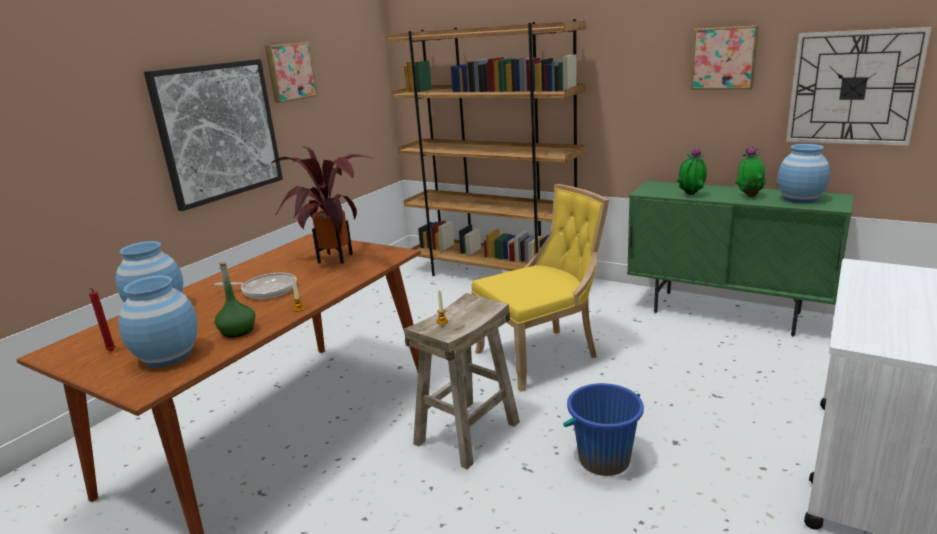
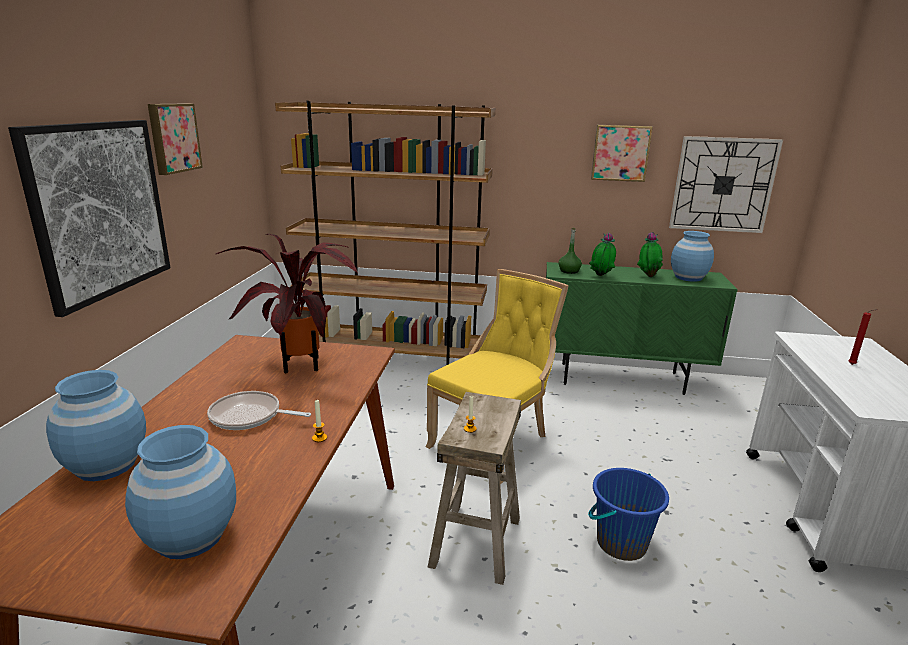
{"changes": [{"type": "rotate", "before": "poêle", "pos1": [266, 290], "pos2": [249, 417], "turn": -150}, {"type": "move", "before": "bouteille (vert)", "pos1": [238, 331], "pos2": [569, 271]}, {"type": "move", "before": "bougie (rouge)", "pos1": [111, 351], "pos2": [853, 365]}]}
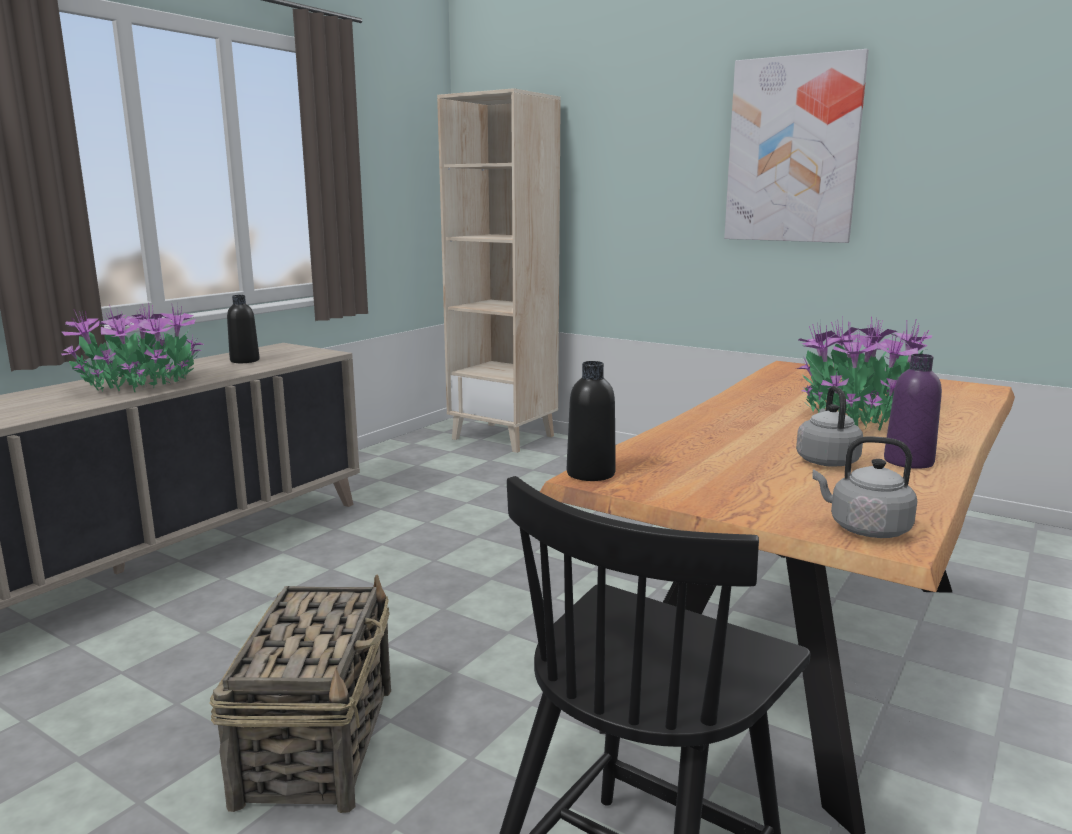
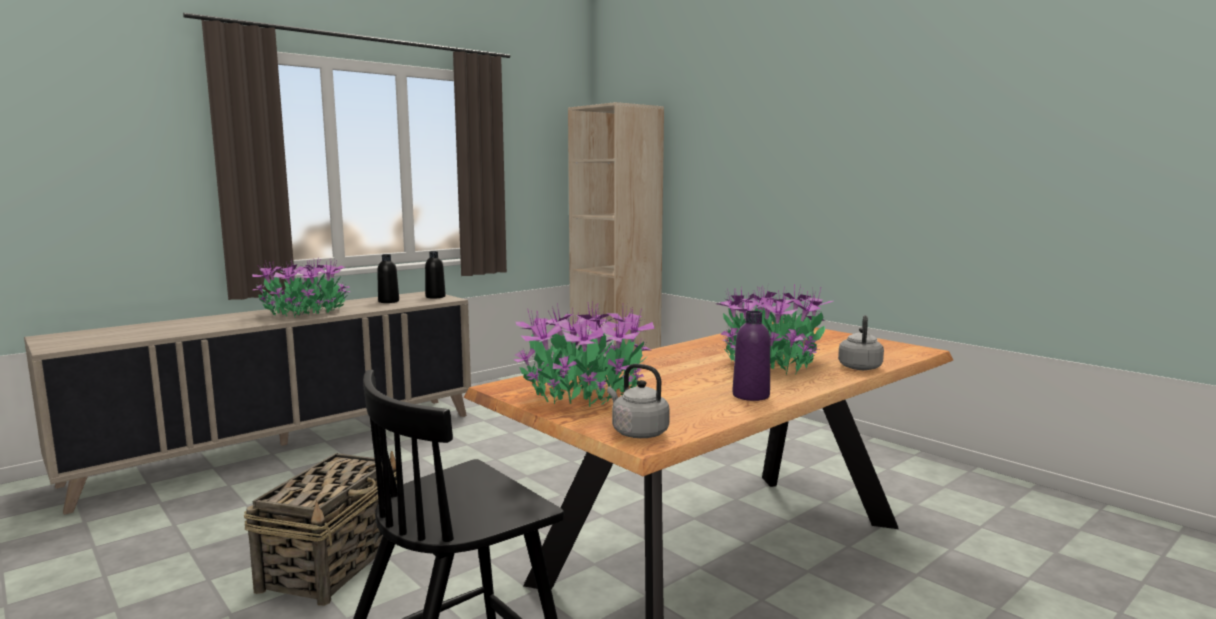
{"changes": [{"type": "move", "before": "bouteille (noir)", "pos1": [590, 474], "pos2": [435, 297]}, {"type": "insert", "after": "plante en pot", "pos2": [587, 395]}, {"type": "move", "before": "bouilloire (gris)", "pos1": [826, 460], "pos2": [860, 367]}, {"type": "delete", "before": "tableau", "pos1": [792, 150]}]}
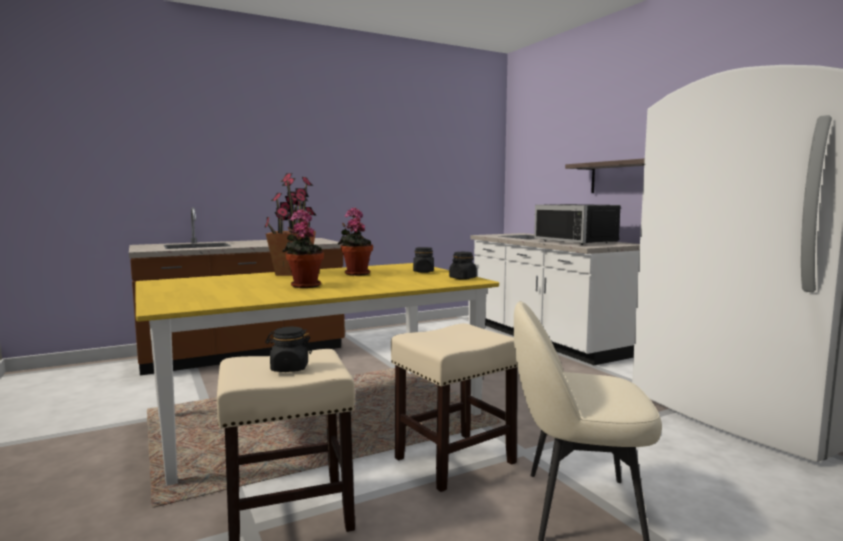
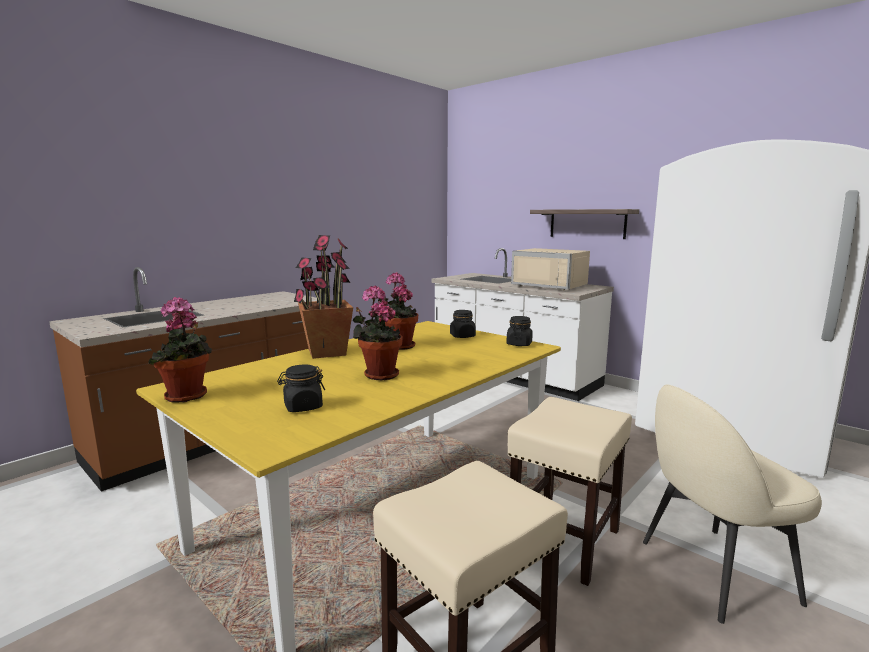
{"changes": [{"type": "insert", "after": "plante en pot", "pos2": [187, 397]}, {"type": "move", "before": "bocal (noir)", "pos1": [289, 368], "pos2": [303, 407]}, {"type": "recolor", "before": "micro-ondes (noir)", "after": "micro-ondes (beige)", "pos1": [579, 242], "pos2": [552, 285]}]}
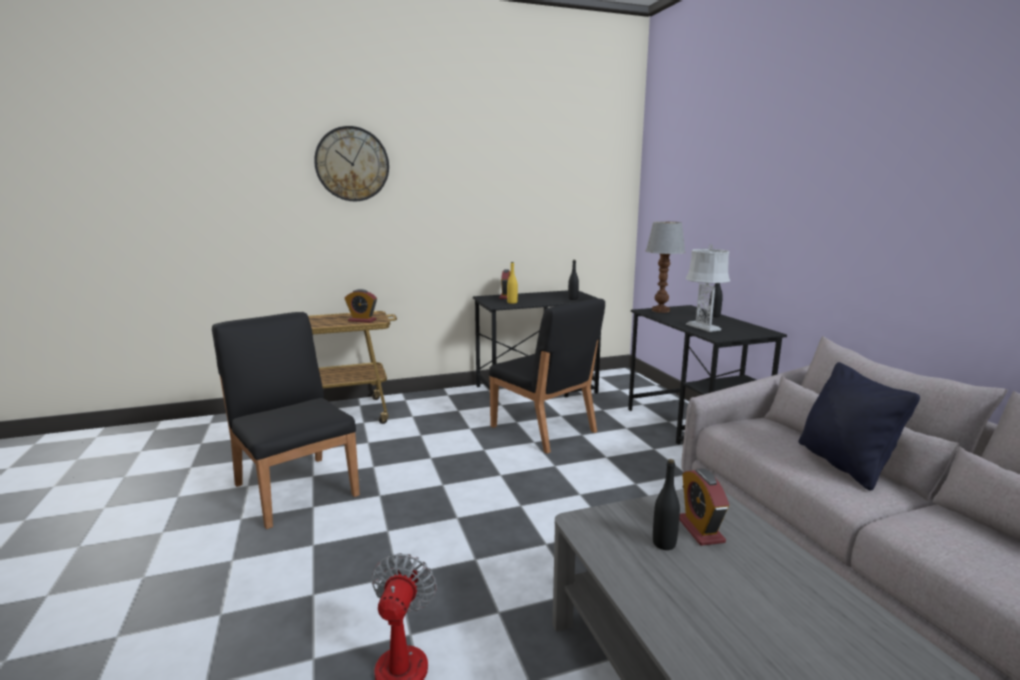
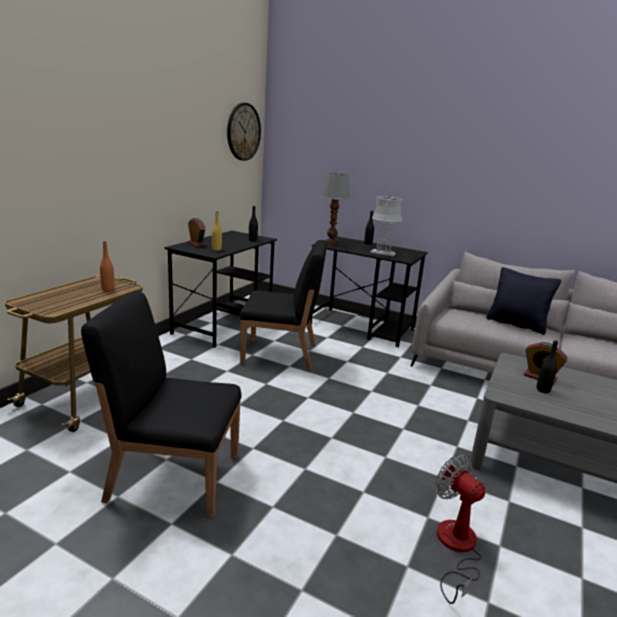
{"changes": [{"type": "replace", "before": "réveil", "after": "bouteille (orange)", "pos1": [362, 320], "pos2": [108, 289]}, {"type": "move", "before": "horloge murale", "pos1": [352, 164], "pos2": [243, 132]}]}
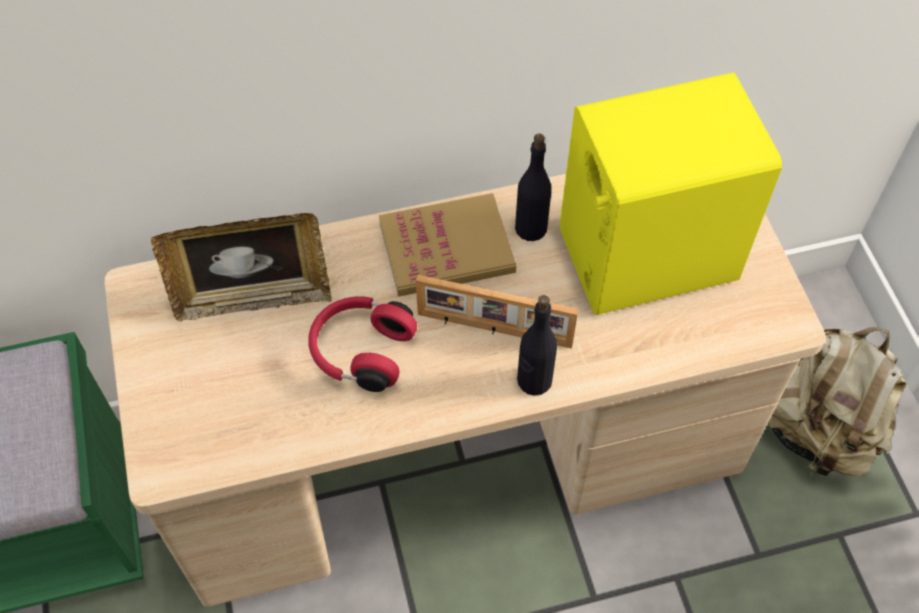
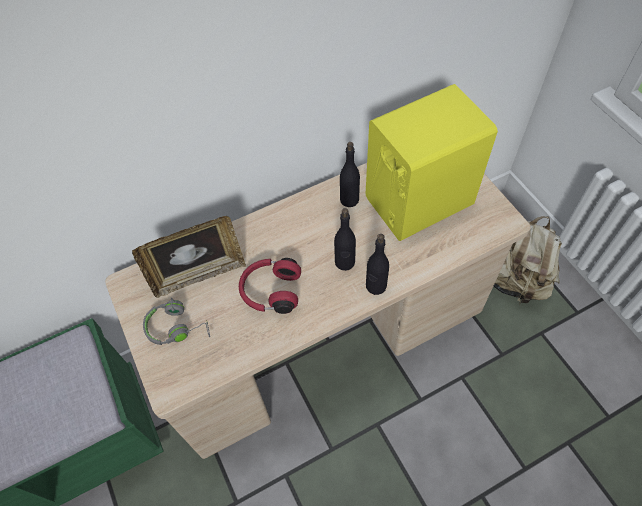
{"changes": [{"type": "insert", "after": "casque audio (gris)", "pos2": [177, 327]}, {"type": "replace", "before": "cadre photo", "after": "bouteille (noir)", "pos1": [494, 330], "pos2": [344, 262]}, {"type": "delete", "before": "livre", "pos1": [446, 248]}]}
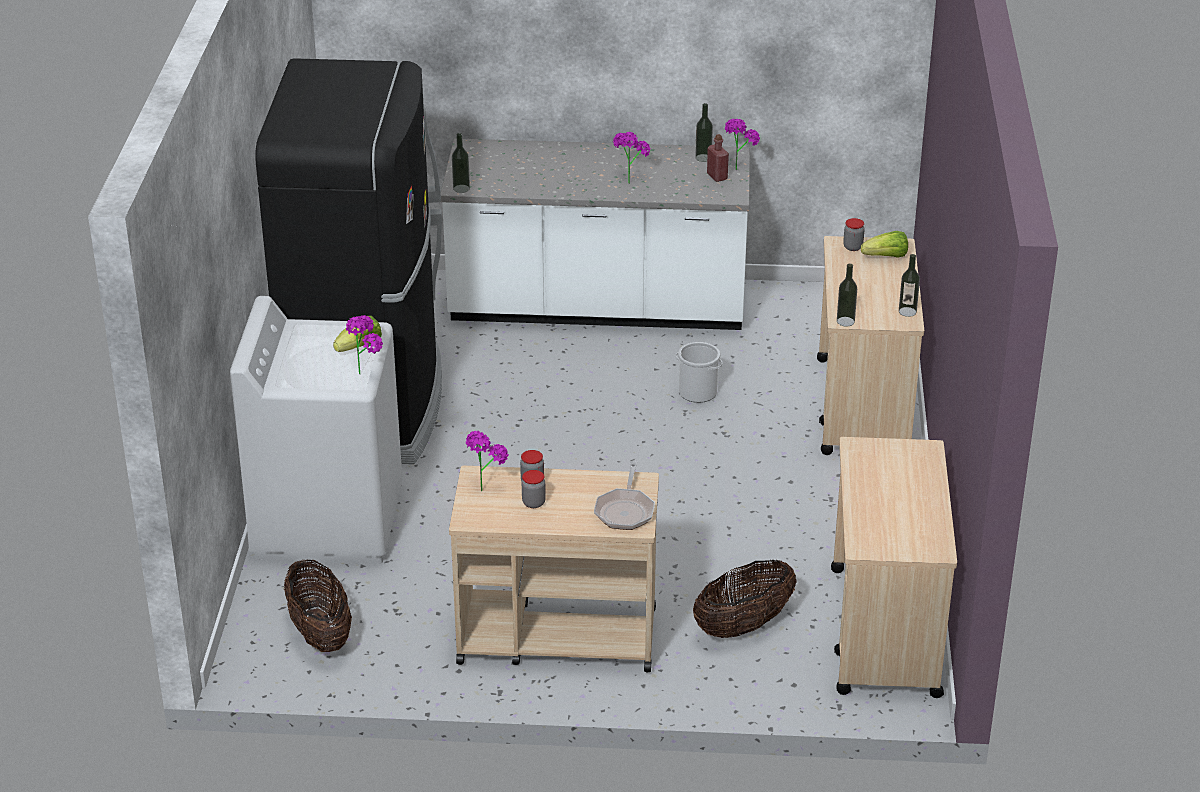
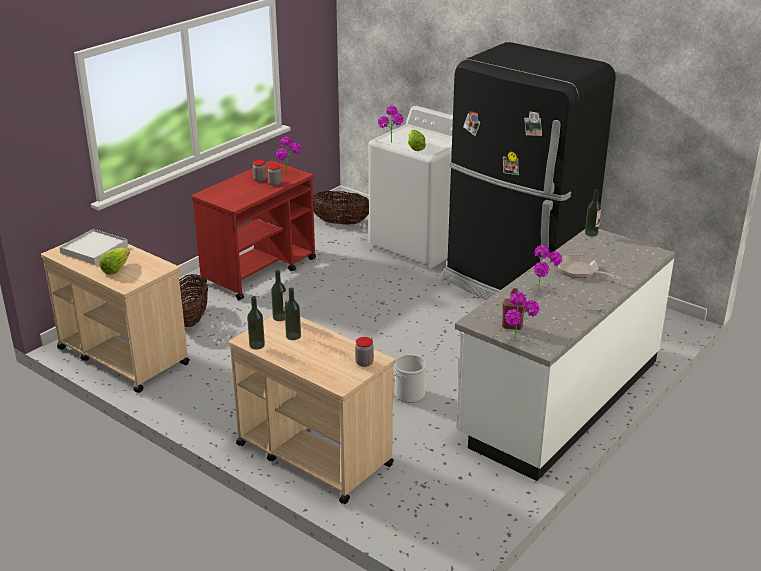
{"changes": [{"type": "insert", "after": "plateau (blanc)", "pos2": [94, 249]}, {"type": "move", "before": "laitue", "pos1": [886, 257], "pos2": [115, 269]}, {"type": "recolor", "before": "chariot (beige)", "after": "chariot (rouge)", "pos1": [555, 635], "pos2": [260, 270]}, {"type": "move", "before": "bouteille", "pos1": [703, 158], "pos2": [293, 336]}, {"type": "move", "before": "poêle", "pos1": [625, 510], "pos2": [580, 271]}]}
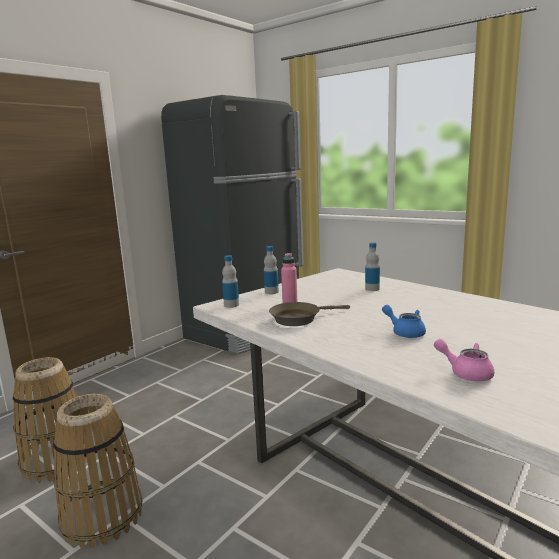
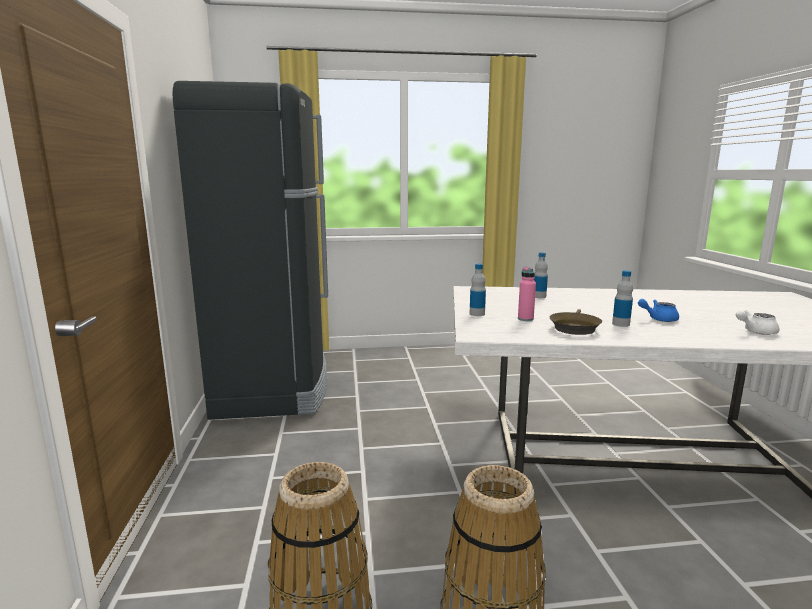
{"changes": [{"type": "move", "before": "bouteille", "pos1": [231, 305], "pos2": [620, 324]}, {"type": "recolor", "before": "théière (rose)", "after": "théière (blanc)", "pos1": [465, 373], "pos2": [755, 331]}]}
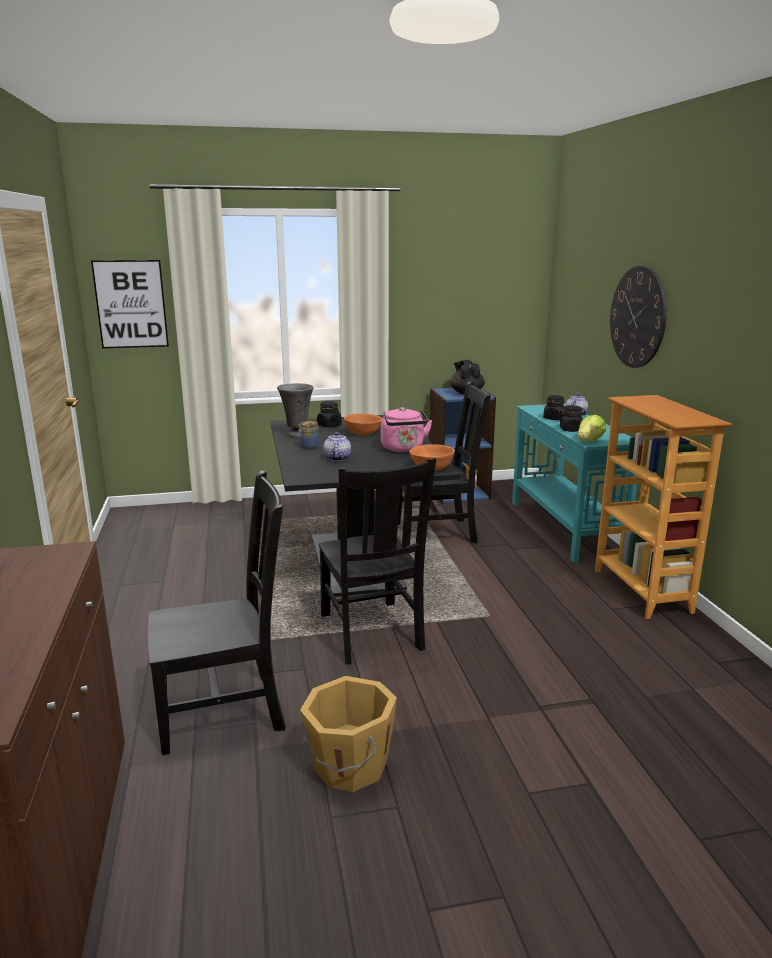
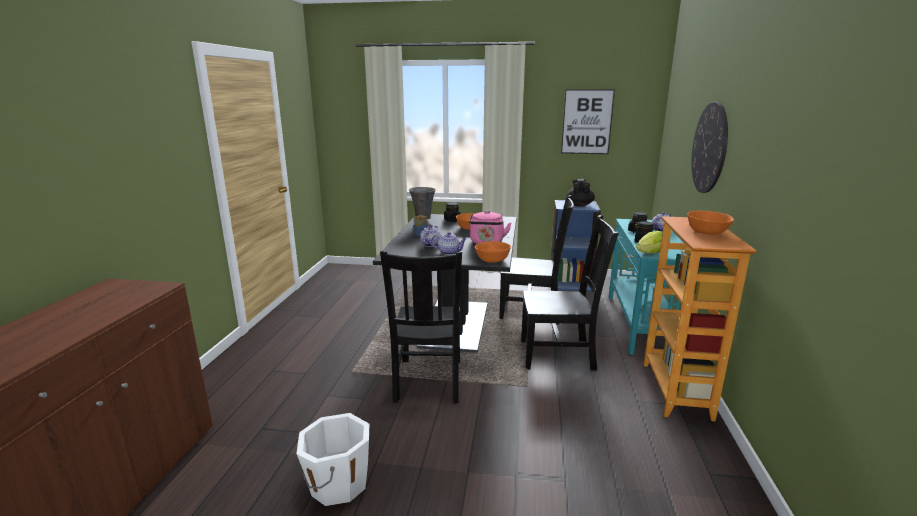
{"changes": [{"type": "recolor", "before": "seau (orange)", "after": "seau (blanc)", "pos1": [349, 766], "pos2": [337, 484]}, {"type": "insert", "after": "théière", "pos2": [449, 252]}, {"type": "move", "before": "chaise (noir)", "pos1": [226, 711], "pos2": [560, 355]}, {"type": "move", "before": "tableau", "pos1": [131, 304], "pos2": [587, 122]}, {"type": "insert", "after": "bol (orange)", "pos2": [707, 232]}]}
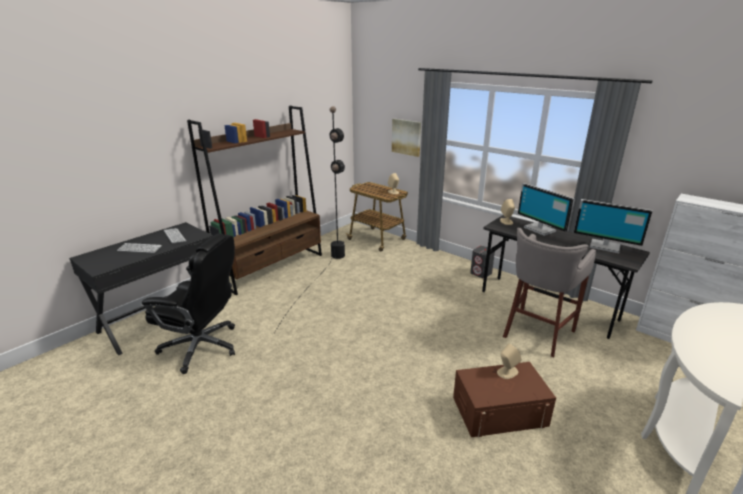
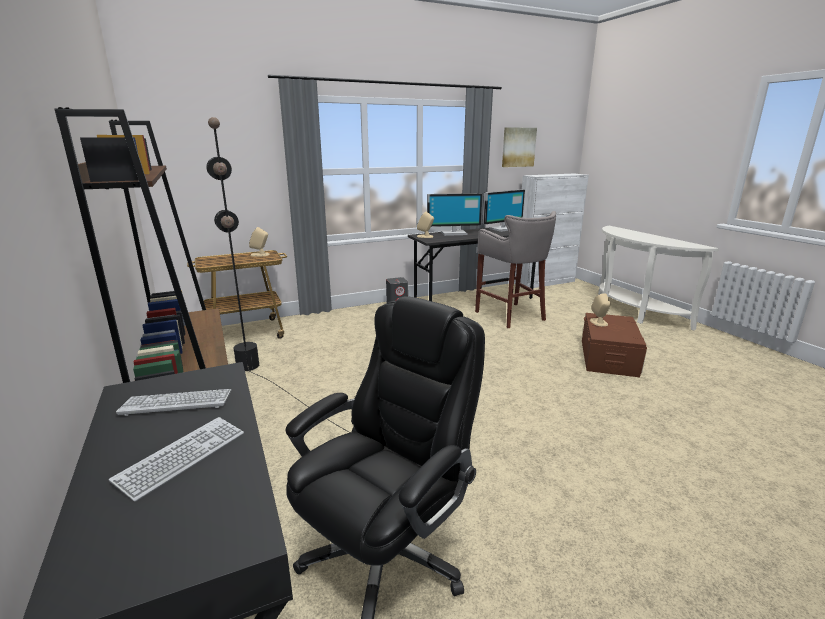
{"changes": [{"type": "move", "before": "tableau", "pos1": [406, 137], "pos2": [518, 147]}]}
